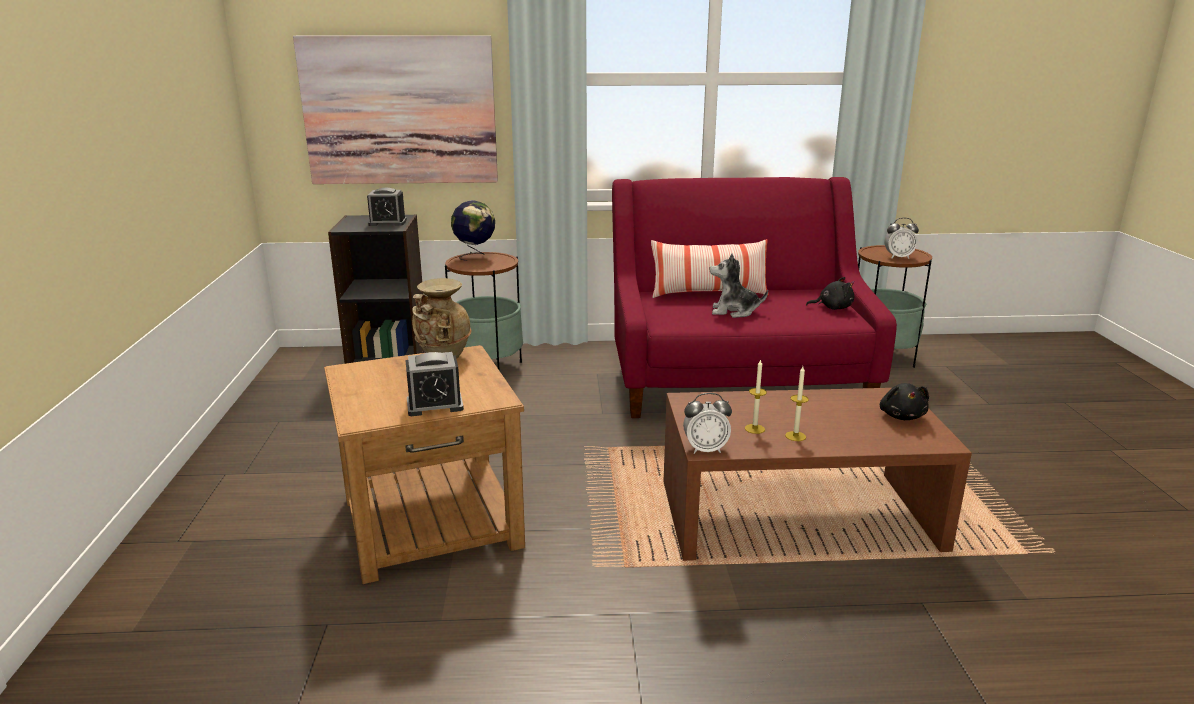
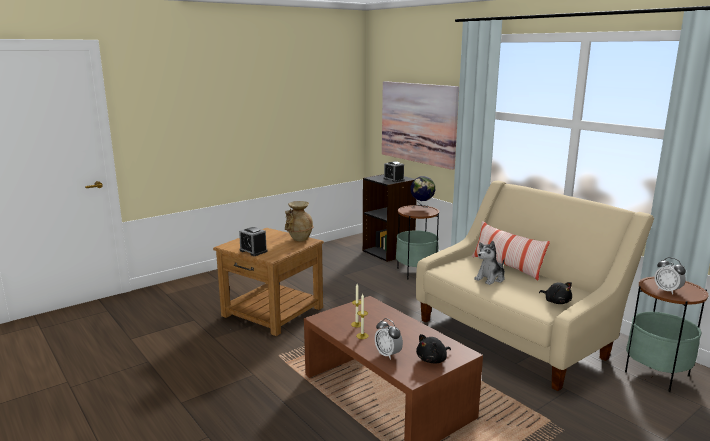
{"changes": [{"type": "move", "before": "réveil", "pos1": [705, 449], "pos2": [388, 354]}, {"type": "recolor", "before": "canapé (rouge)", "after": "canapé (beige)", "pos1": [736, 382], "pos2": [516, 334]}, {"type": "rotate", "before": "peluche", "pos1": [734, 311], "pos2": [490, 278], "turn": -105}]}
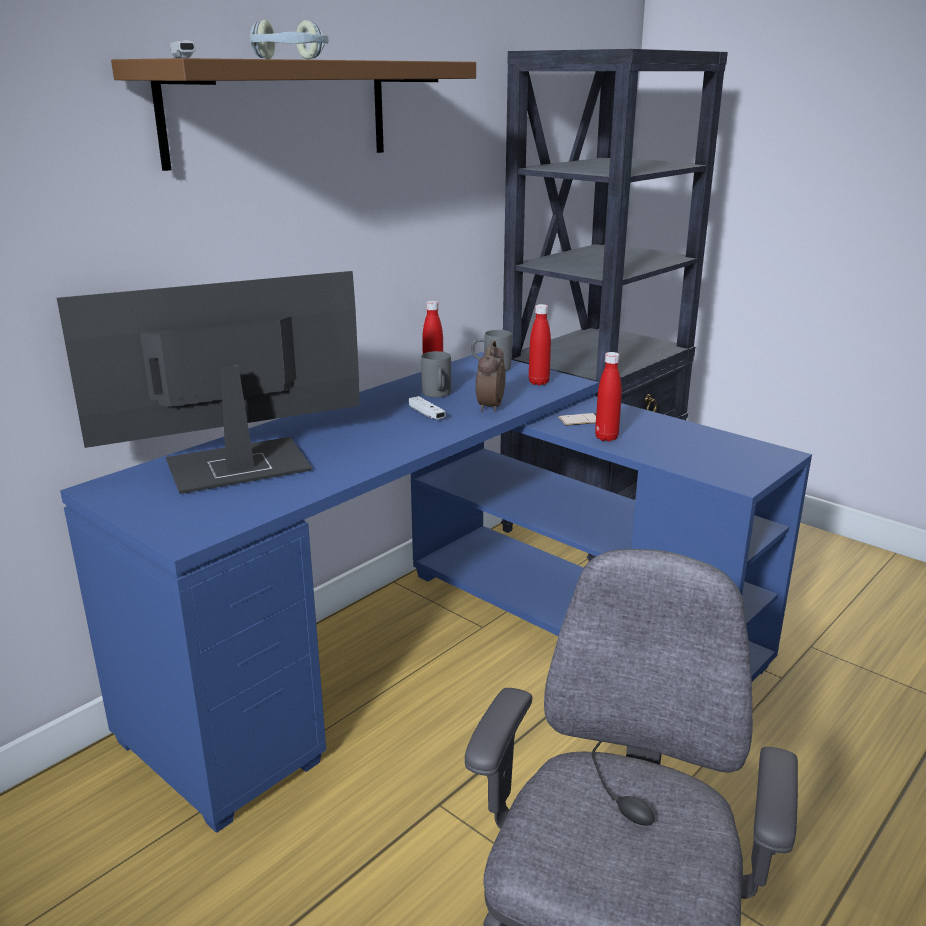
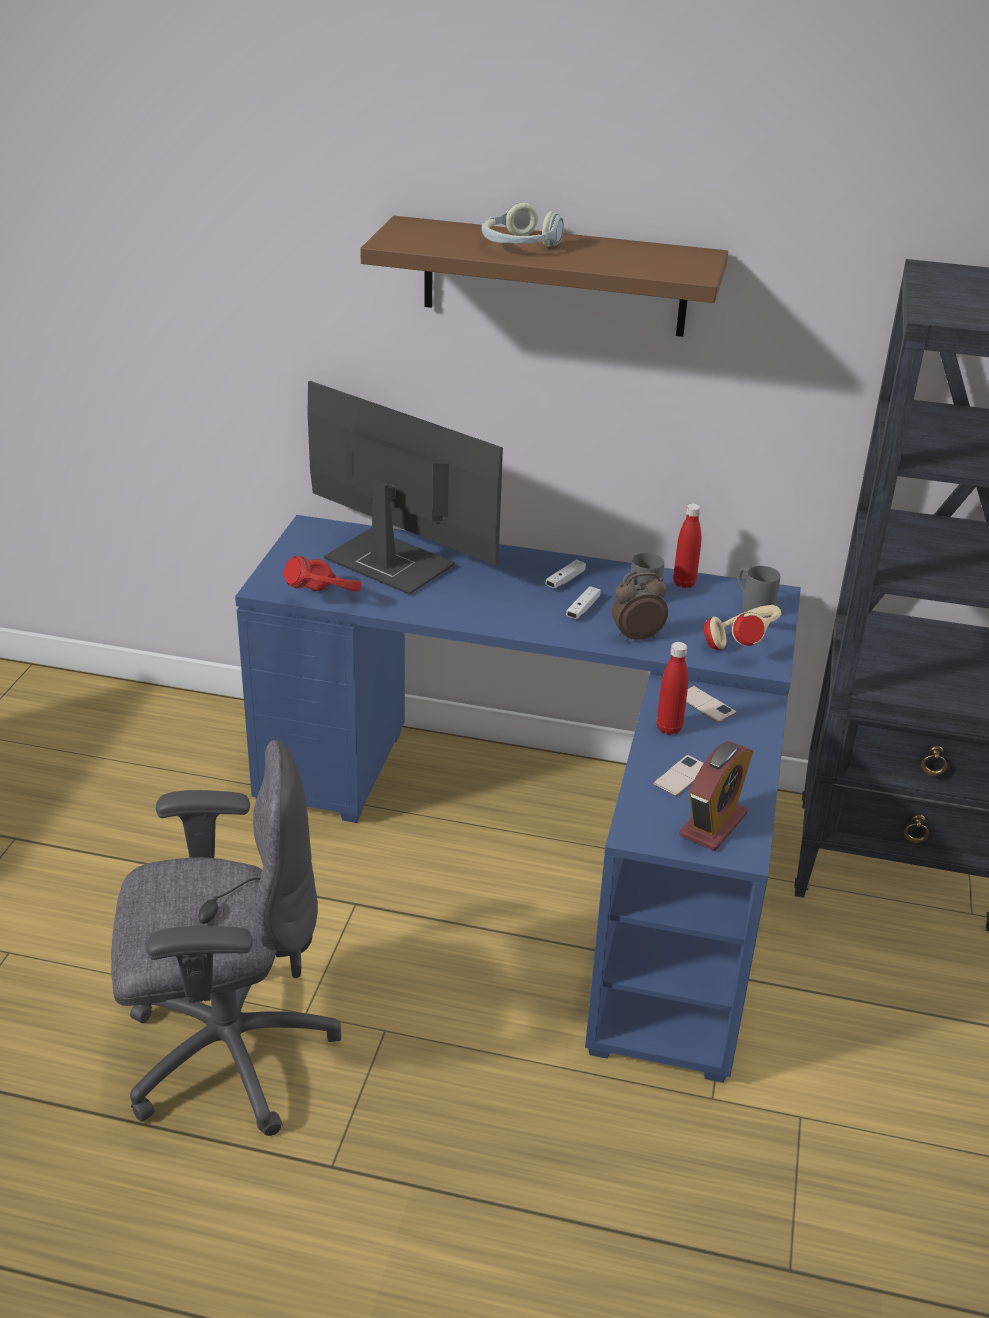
{"changes": [{"type": "insert", "after": "casque audio (rouge)", "pos2": [326, 601]}, {"type": "move", "before": "manette (blanc)", "pos1": [183, 58], "pos2": [565, 580]}, {"type": "insert", "after": "téléphone", "pos2": [681, 776]}, {"type": "insert", "after": "réveil", "pos2": [713, 825]}, {"type": "replace", "before": "bouteille (rouge)", "after": "casque audio (beige)", "pos1": [538, 382], "pos2": [741, 646]}]}
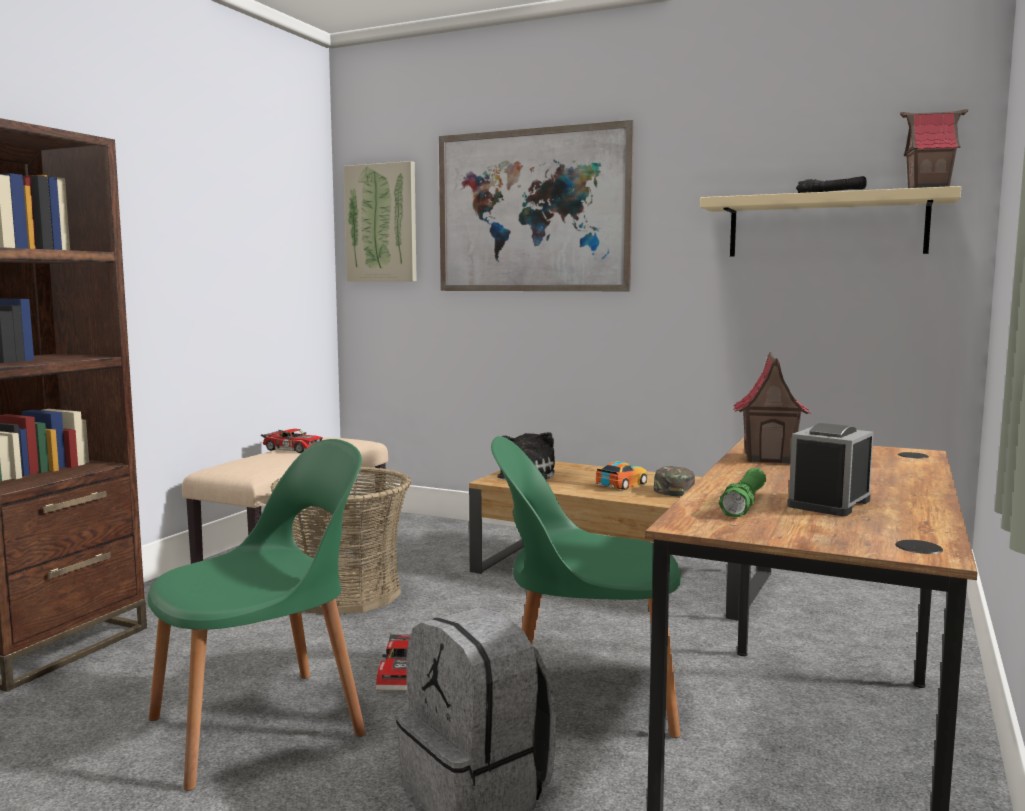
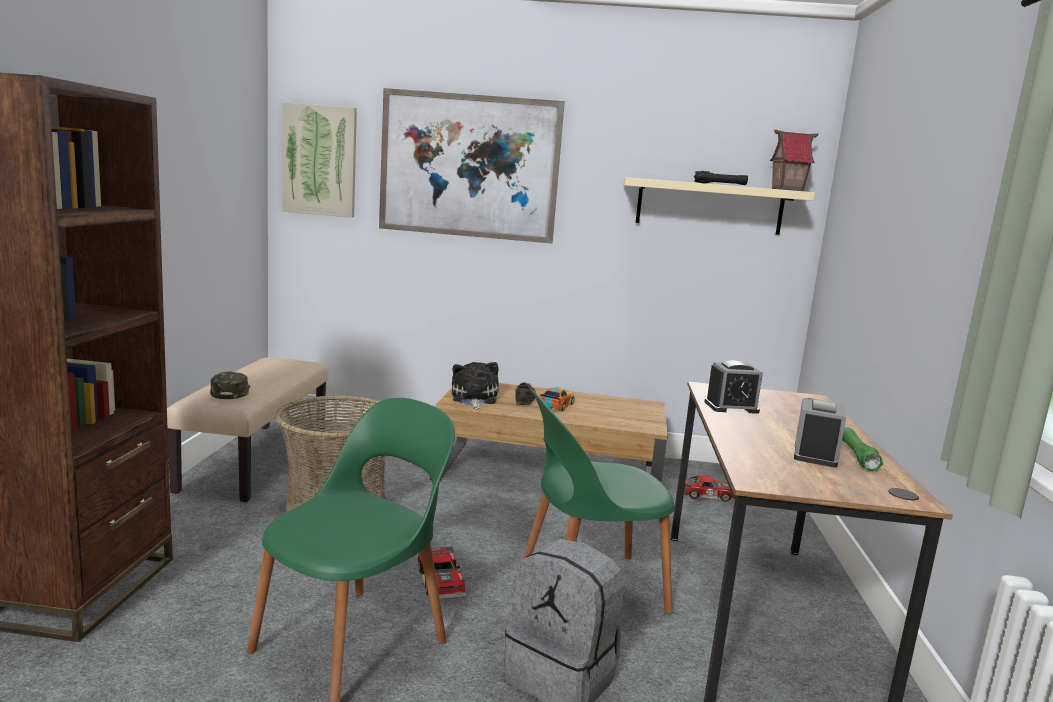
{"changes": [{"type": "move", "before": "casquette (vert)", "pos1": [672, 489], "pos2": [230, 391]}, {"type": "insert", "after": "chaussure (marron)", "pos2": [524, 399]}, {"type": "move", "before": "petite voiture", "pos1": [295, 449], "pos2": [707, 494]}, {"type": "replace", "before": "maison miniature", "after": "réveil", "pos1": [769, 458], "pos2": [731, 407]}, {"type": "move", "before": "lampe de poche (vert)", "pos1": [744, 503], "pos2": [857, 456]}]}
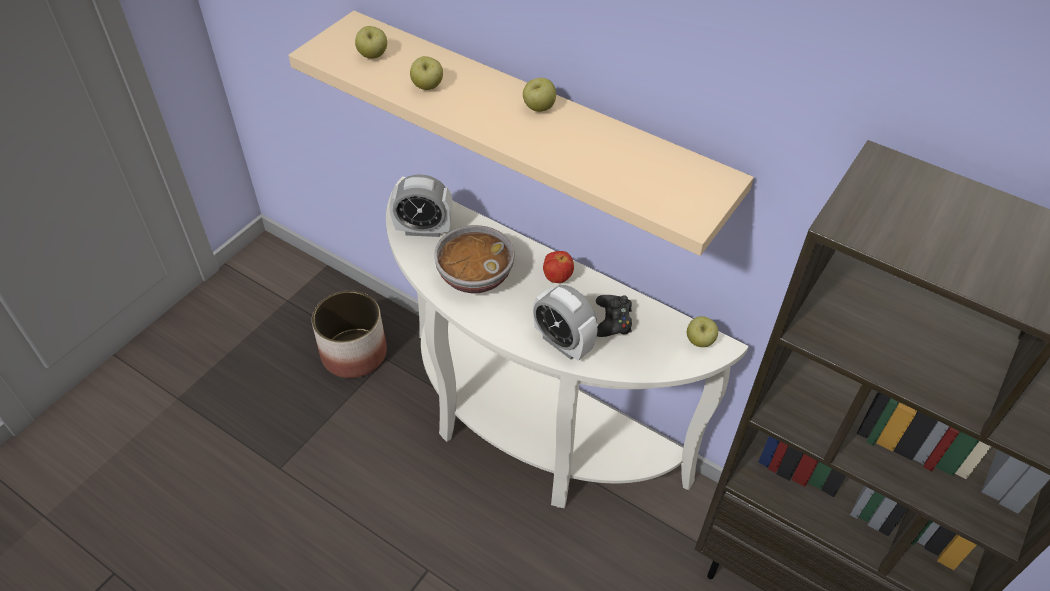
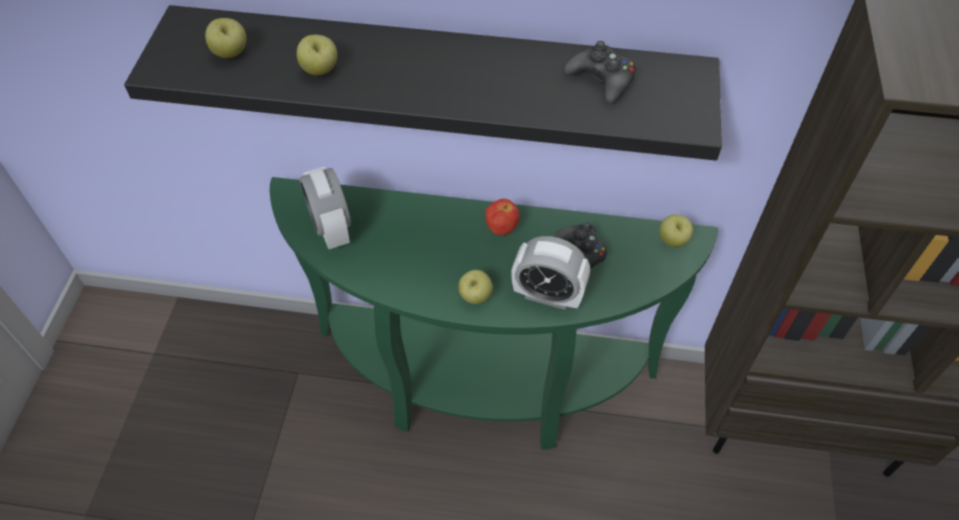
{"changes": [{"type": "recolor", "before": "étagère (beige)", "after": "étagère (noir)", "pos1": [534, 121], "pos2": [438, 71]}, {"type": "recolor", "before": "table console (blanc)", "after": "table console (vert)", "pos1": [527, 432], "pos2": [480, 388]}, {"type": "rotate", "before": "réveil", "pos1": [423, 229], "pos2": [331, 229], "turn": 90}, {"type": "move", "before": "pomme", "pos1": [539, 108], "pos2": [475, 296]}, {"type": "insert", "after": "manette (noir)", "pos2": [602, 79]}, {"type": "delete", "before": "cache-pot", "pos1": [355, 353]}, {"type": "delete", "before": "bol", "pos1": [474, 276]}]}
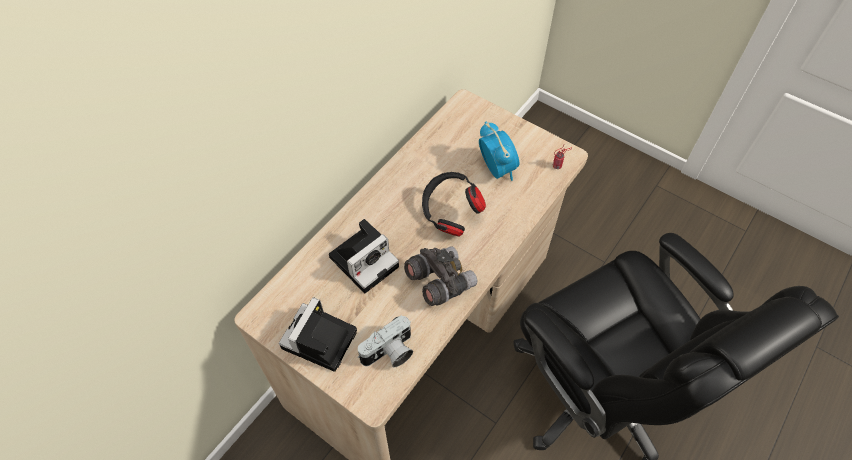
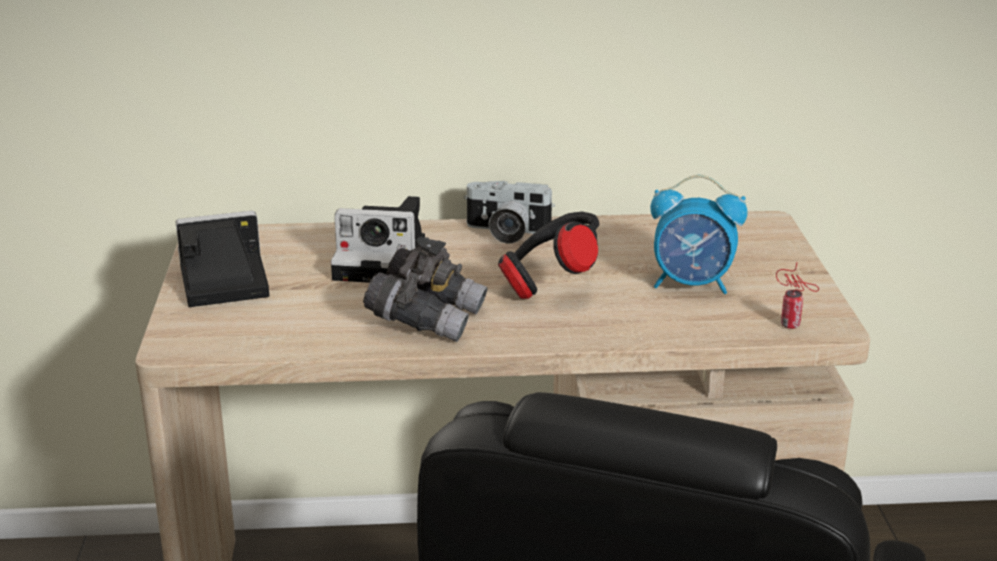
{"changes": [{"type": "move", "before": "appareil photo", "pos1": [390, 353], "pos2": [506, 233]}, {"type": "rotate", "before": "réveil", "pos1": [496, 169], "pos2": [692, 285], "turn": 75}]}
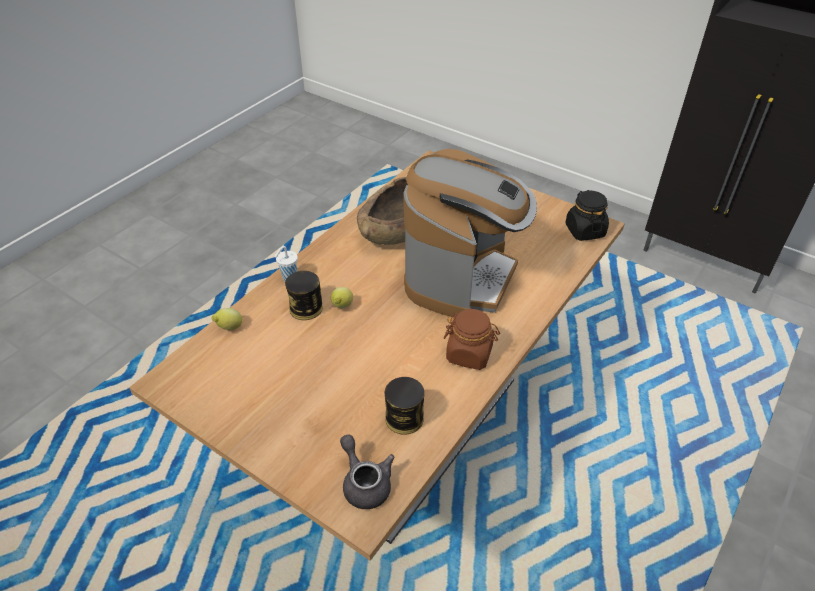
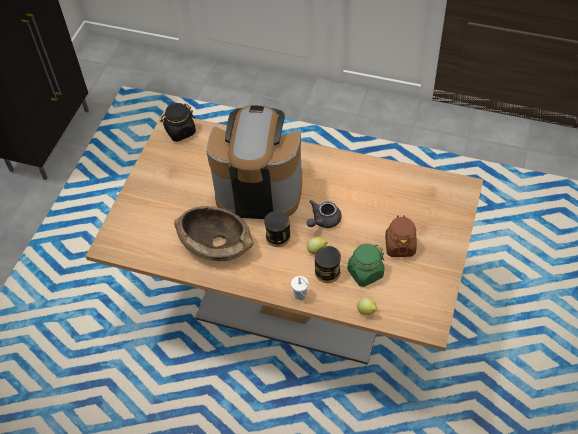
{"changes": [{"type": "move", "before": "boîte métallique", "pos1": [404, 418], "pos2": [278, 236]}, {"type": "move", "before": "théière (gris)", "pos1": [365, 482], "pos2": [323, 221]}, {"type": "insert", "after": "bocal (vert)", "pos2": [365, 273]}, {"type": "move", "before": "bocal (marron)", "pos1": [469, 354], "pos2": [400, 246]}]}
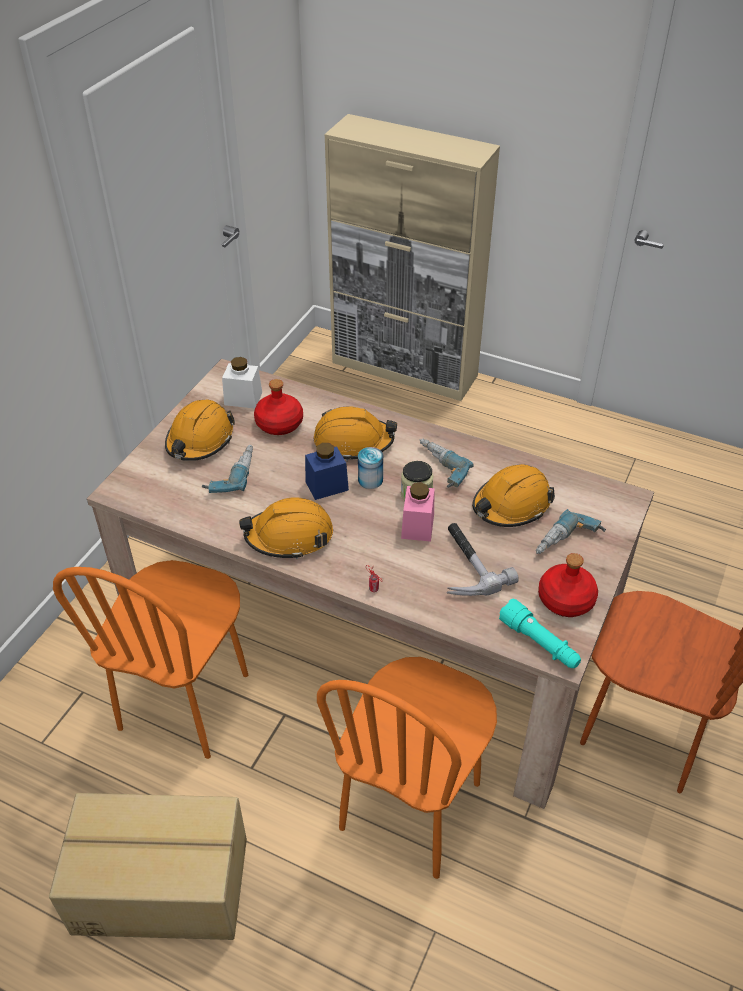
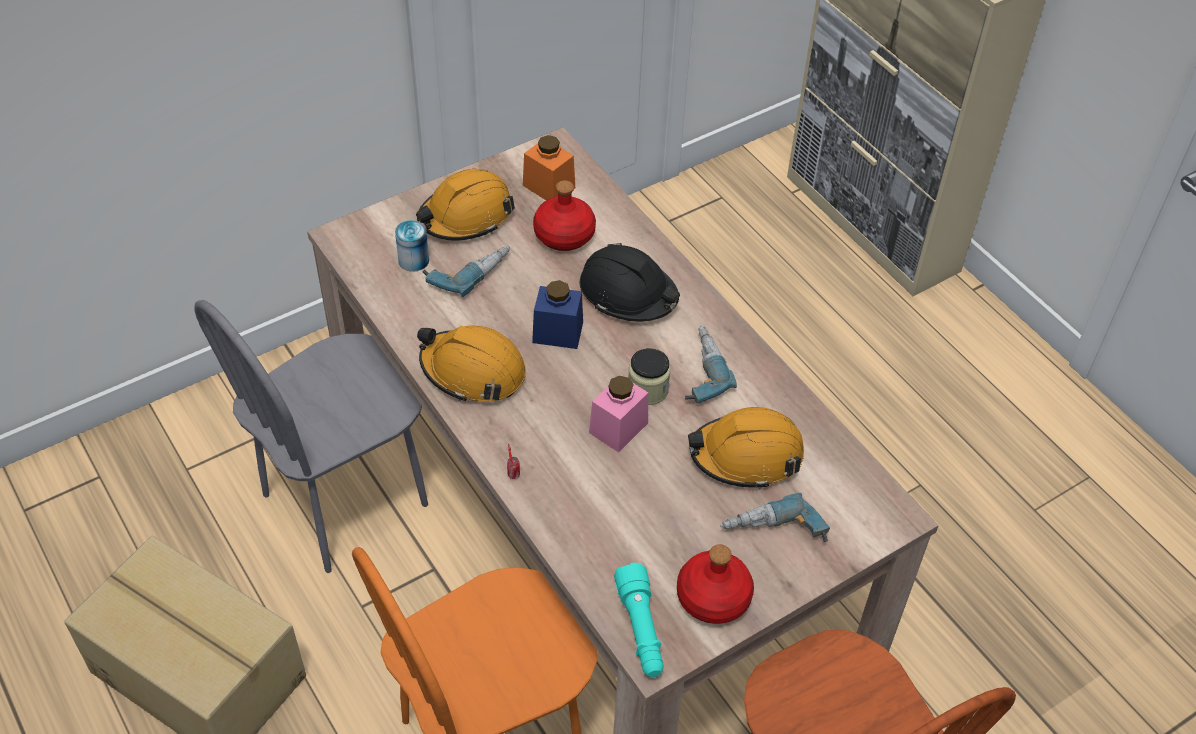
{"changes": [{"type": "recolor", "before": "chaise (orange)", "after": "chaise (gris)", "pos1": [185, 701], "pos2": [346, 500]}, {"type": "move", "before": "boîte métallique", "pos1": [370, 480], "pos2": [413, 260]}, {"type": "recolor", "before": "bocal (blanc)", "after": "bocal (orange)", "pos1": [243, 398], "pos2": [549, 186]}, {"type": "recolor", "before": "casque de chantier (orange)", "after": "casque de chantier (noir)", "pos1": [353, 442], "pos2": [628, 294]}, {"type": "delete", "before": "marteau", "pos1": [465, 565]}]}
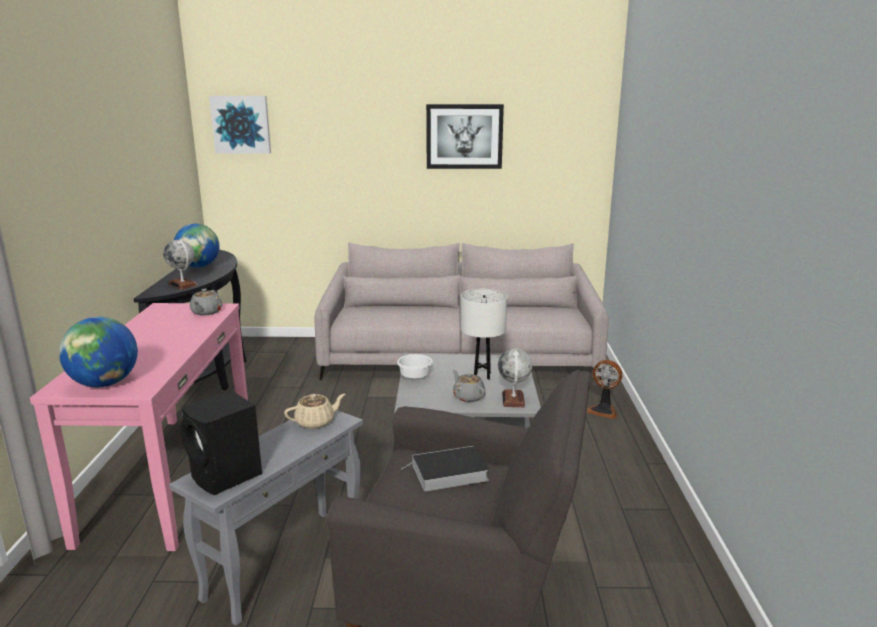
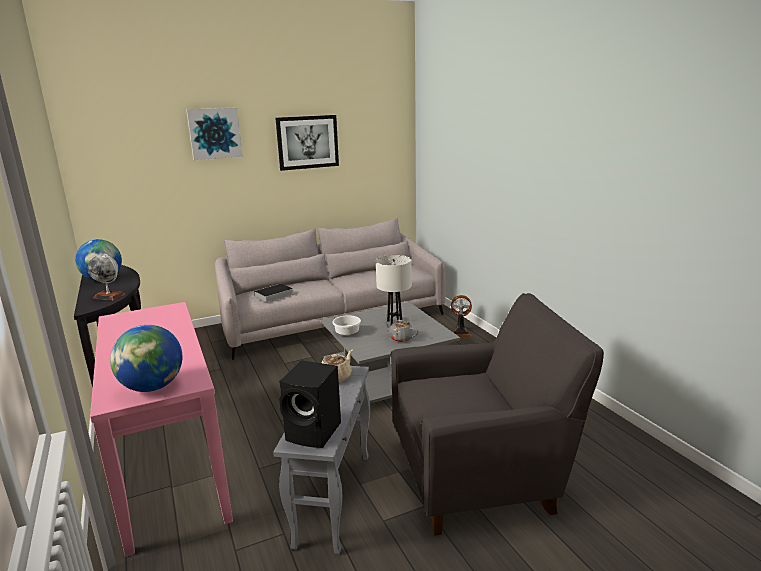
{"changes": [{"type": "move", "before": "tableau", "pos1": [241, 124], "pos2": [214, 133]}, {"type": "move", "before": "livre", "pos1": [447, 473], "pos2": [273, 295]}, {"type": "delete", "before": "théière (gris)", "pos1": [206, 312]}, {"type": "delete", "before": "globe", "pos1": [513, 399]}]}
